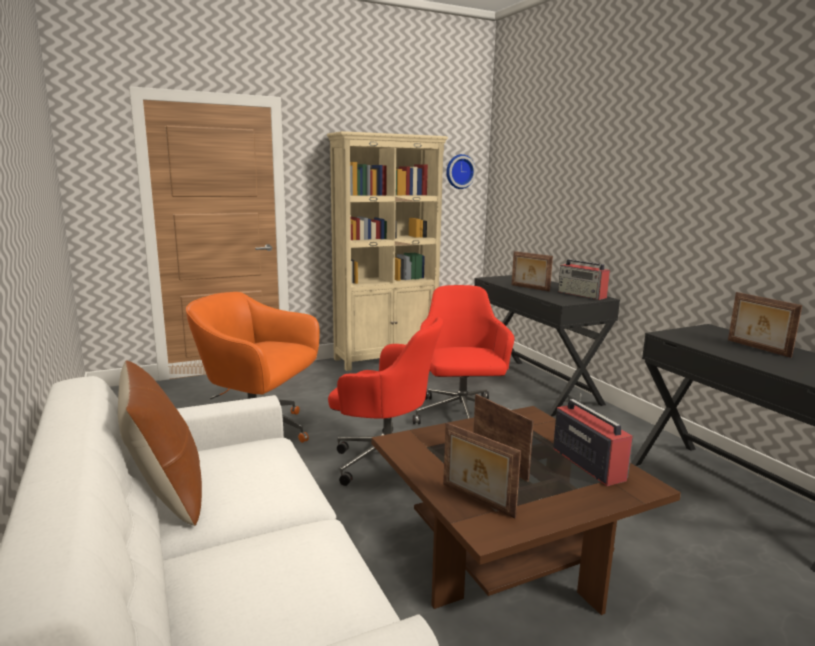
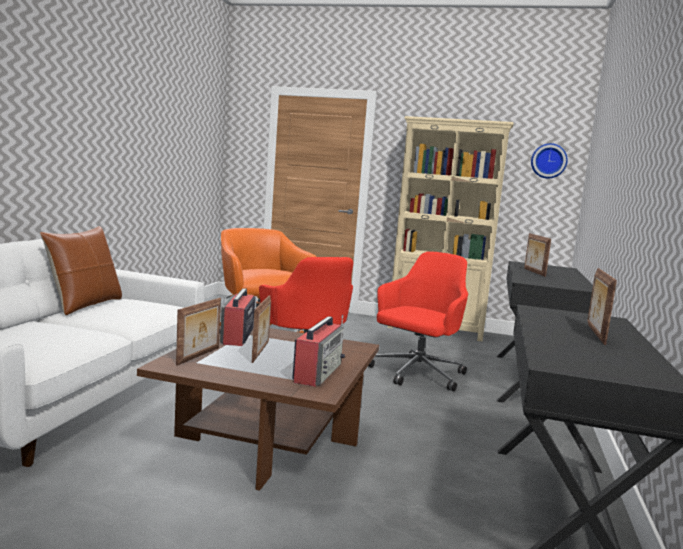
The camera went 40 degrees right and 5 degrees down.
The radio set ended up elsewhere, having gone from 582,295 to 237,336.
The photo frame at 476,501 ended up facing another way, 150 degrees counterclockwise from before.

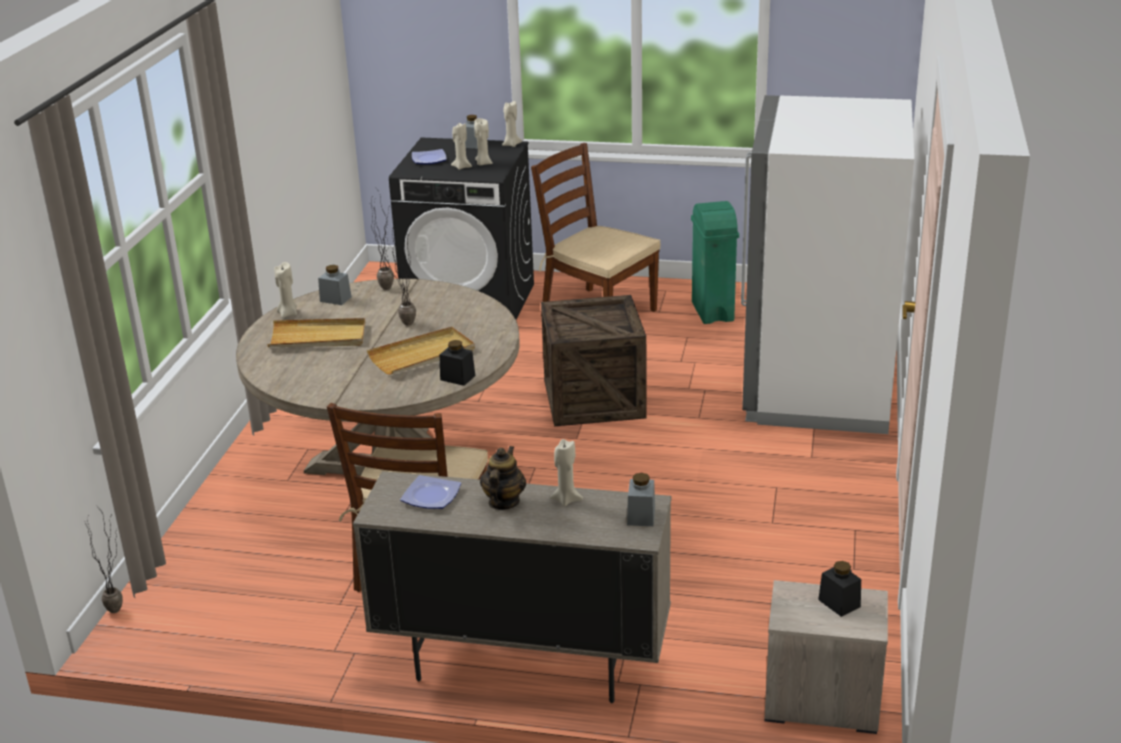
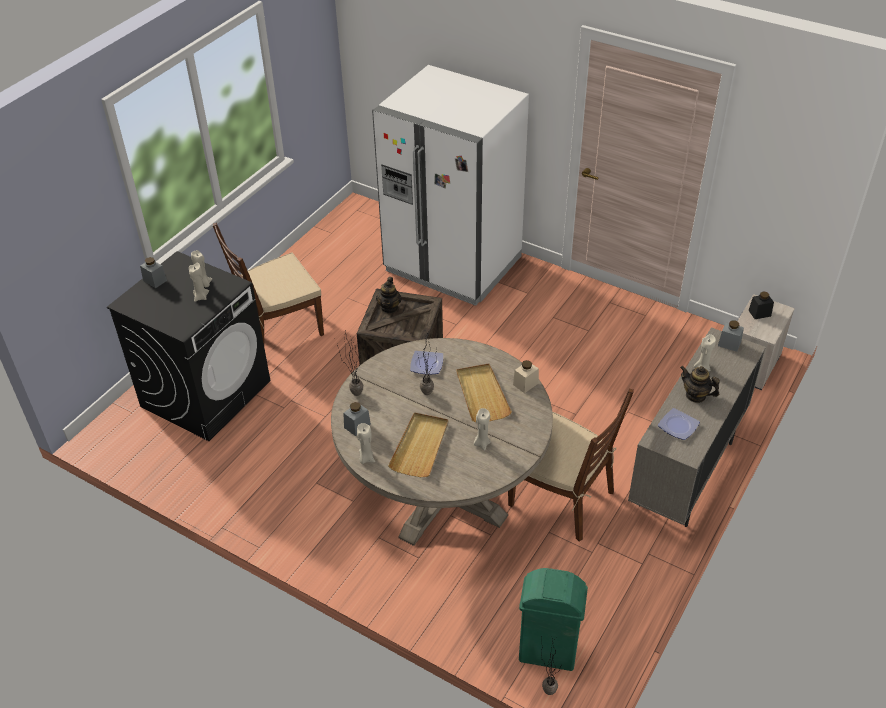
The camera went 70 degrees left and 15 degrees up.
The sand-coloured wax light ended up elsewhere, having gone from 511,144 to 481,443.
The plate ended up elsewhere, having gone from 428,159 to 426,365.
The green rubbish bin ended up elsewhere, having gone from 712,312 to 548,652.
What was the black preserve jar at 457,378 turned into the sand-coloured preserve jar at 525,384.
The second view gained the pot for tea at 389,307.

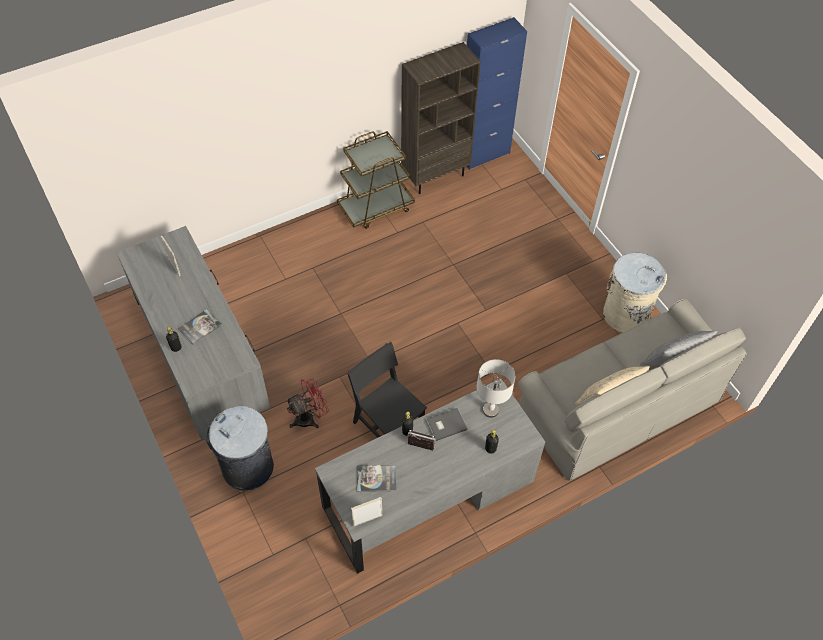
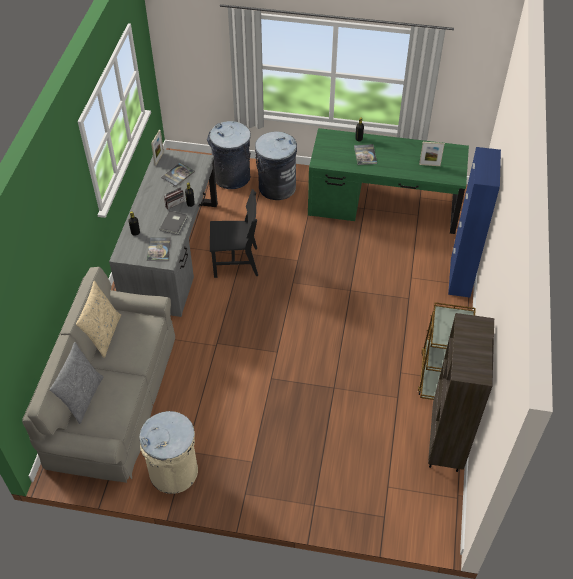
The camera went 130 degrees right and 5 degrees down.
The blue-coloured cupboard ended up elsewhere, having gone from 484,154 to 460,277.
What was the greyish desk unit at 200,353 turned into the green desk unit at 383,205.
Where the greyish lamp for a table stood at 490,410, the volume came to stand at 159,249.
The second view lost the reddish electric fan at 309,417.
The second view gained the greyish rubbish bin at 232,177.

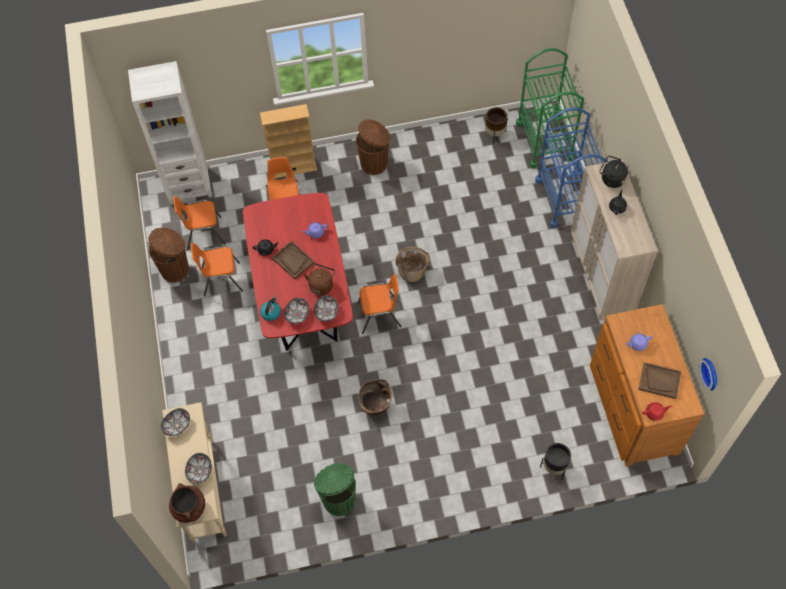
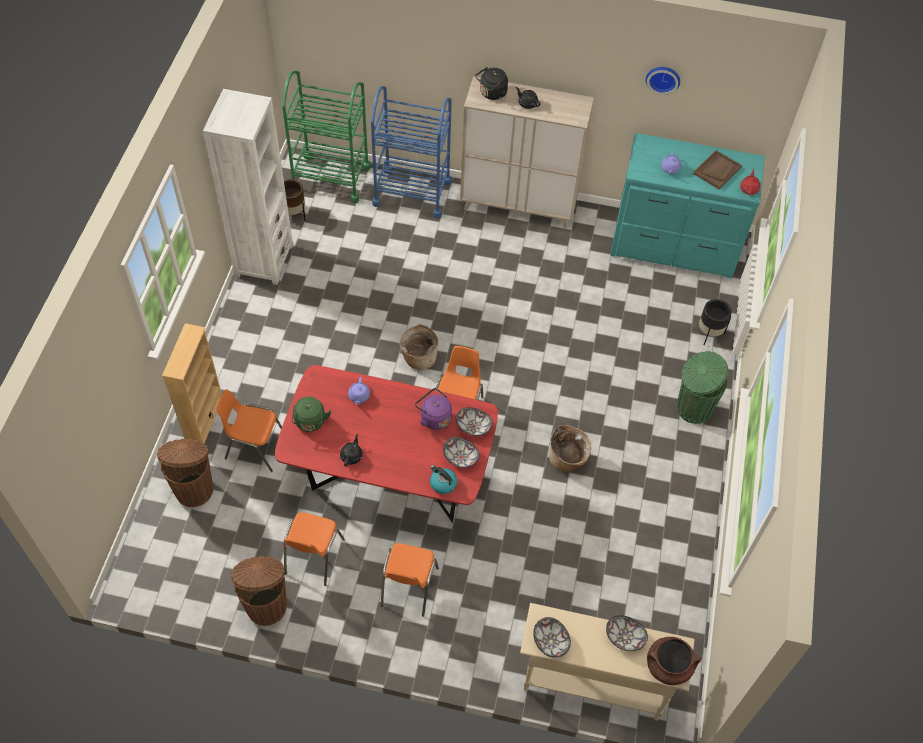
The camera went 70 degrees left and 5 degrees down.
The white-coloured bookcase ended up elsewhere, having gone from 188,186 to 264,260.
The brownish rubbish bin ended up elsewhere, having gone from 375,163 to 194,489.
The orange-coloured chair ended up elsewhere, having gone from 204,233 to 408,587.
The second view lost the brownish carrying tray at 293,260.
What was the brownish water kettle at 321,285 turned into the purple-coloured water kettle at 434,417.
What was the brownish dresser at 632,408 turned into the blue-green dresser at 674,246.
The wall clock ended up elsewhere, having gone from 711,373 to 663,78.
The green rubbish bin ended up elsewhere, having gone from 338,499 to 692,408.
The second view gained the green water kettle at 310,423.

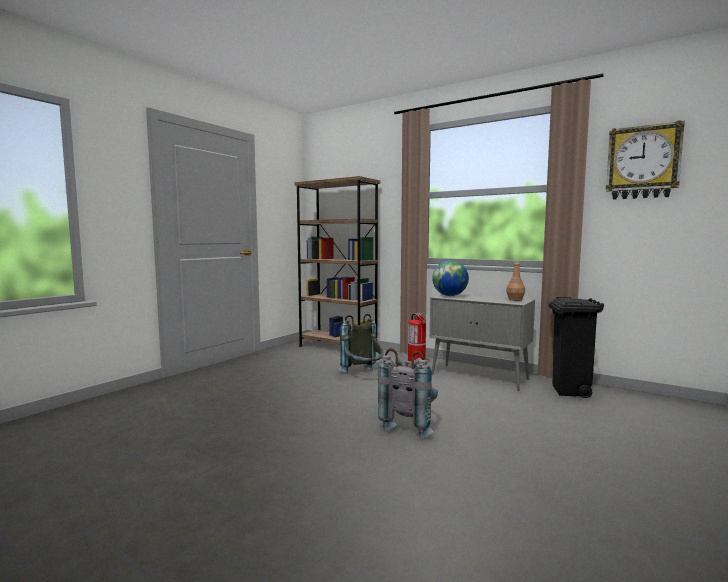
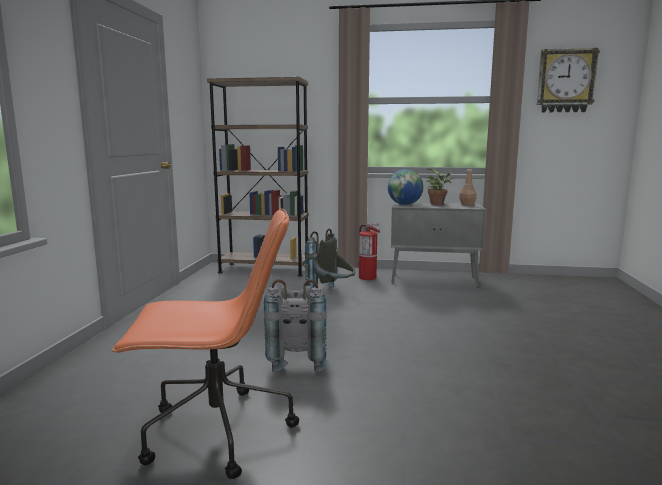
The camera went 25 degrees left and 5 degrees up.
The second view lost the black rubbish bin at 570,391.
The greyish knapsack ended up elsewhere, having gone from 410,425 to 297,360.
The second view gained the houseplant at 438,204.
The second view gained the orange-coloured computer chair at 215,432.

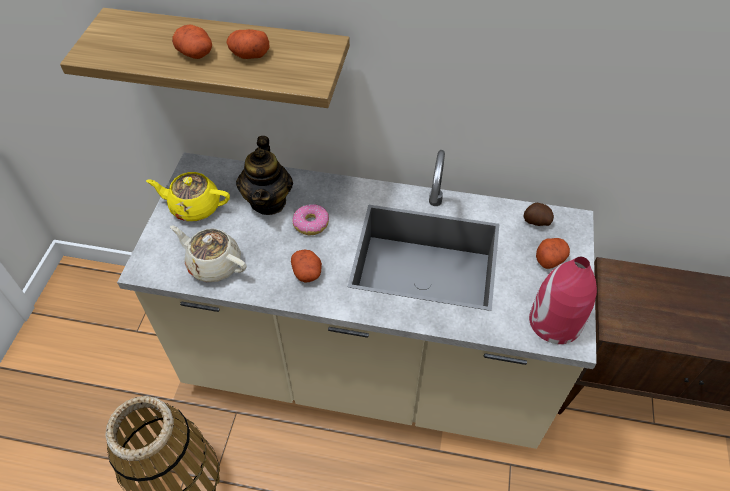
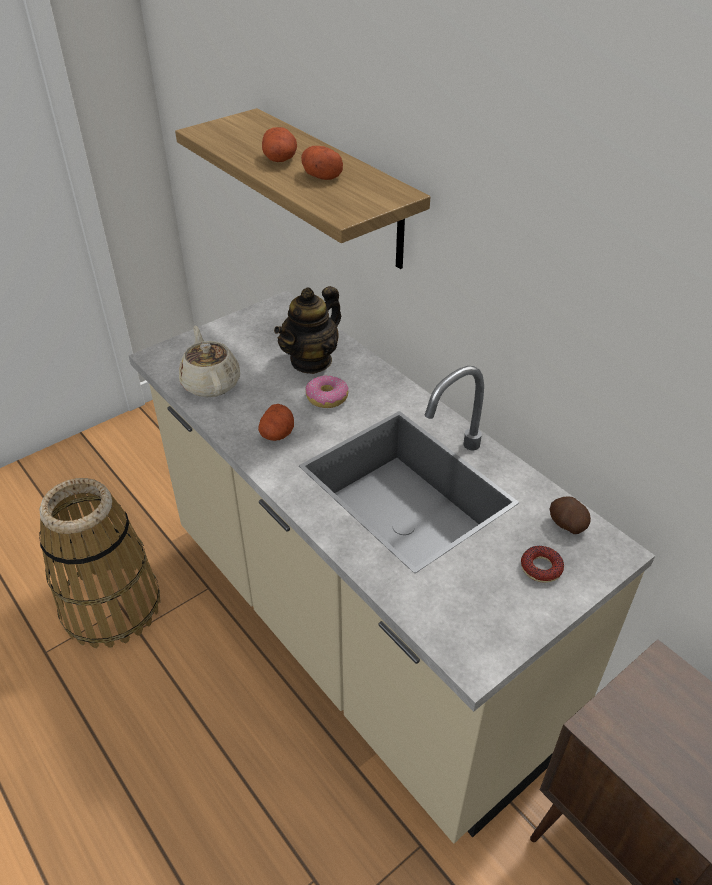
The camera went 40 degrees right and 10 degrees down.
The second view lost the yellow pot for tea at 194,207.
Where the potato stood at 550,258, the donut came to stand at 541,568.
The second view lost the reddish vase at 555,322.

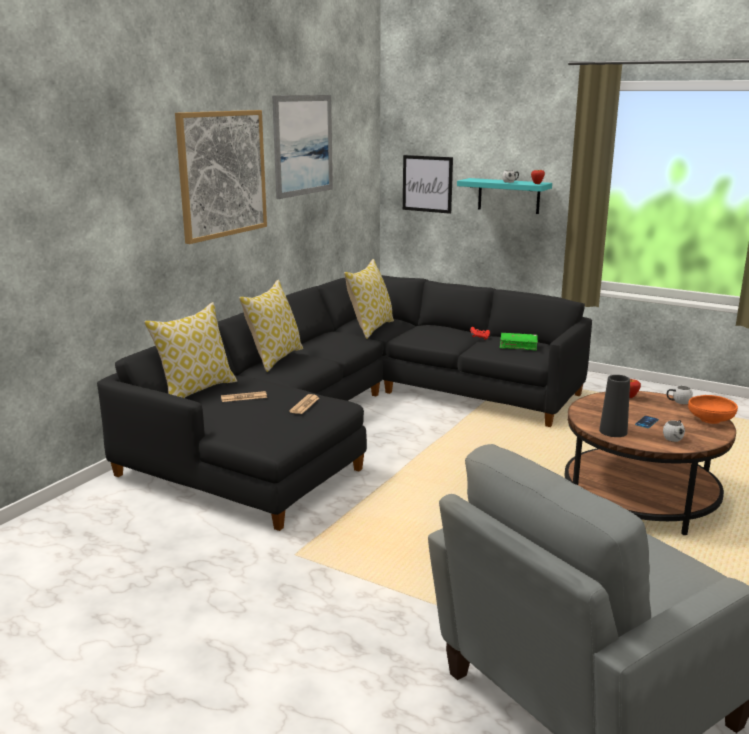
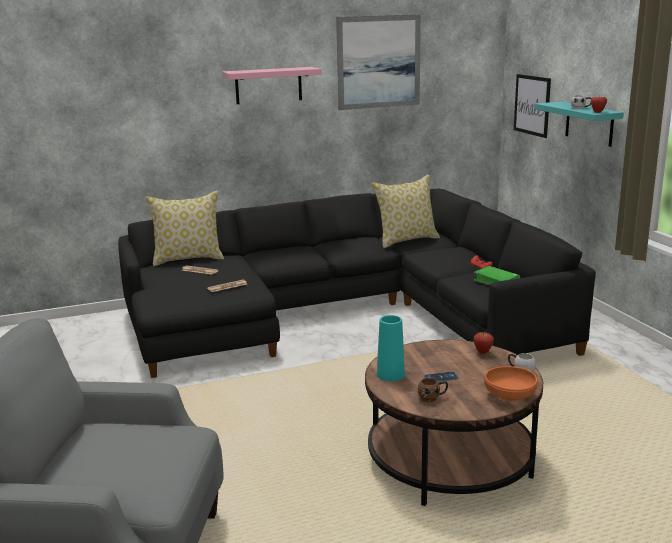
The camera went 40 degrees right and 0 degrees up.
Where the wall art hung at 222,174, the pink-coloured bracket shelf came to hang at 268,85.
The second view lost the throw pillow at 274,358.
What was the black vase at 613,431 turned into the blue-green vase at 390,374.
What was the white-coloured tea mug at 674,437 turned into the brownish tea mug at 432,397.

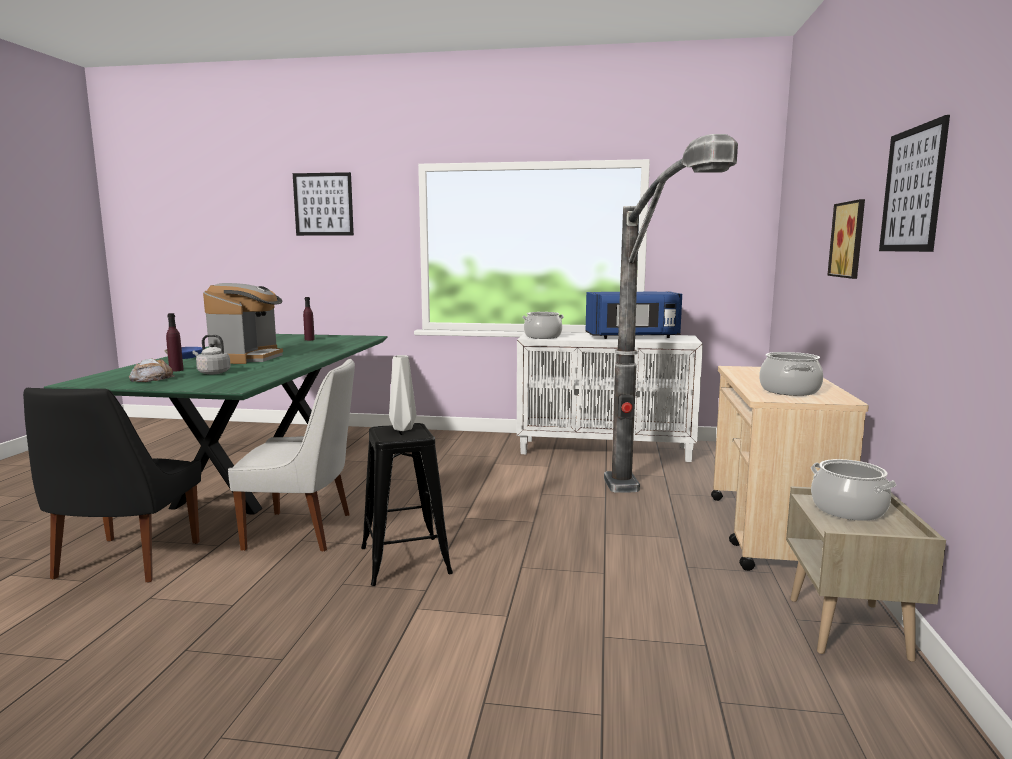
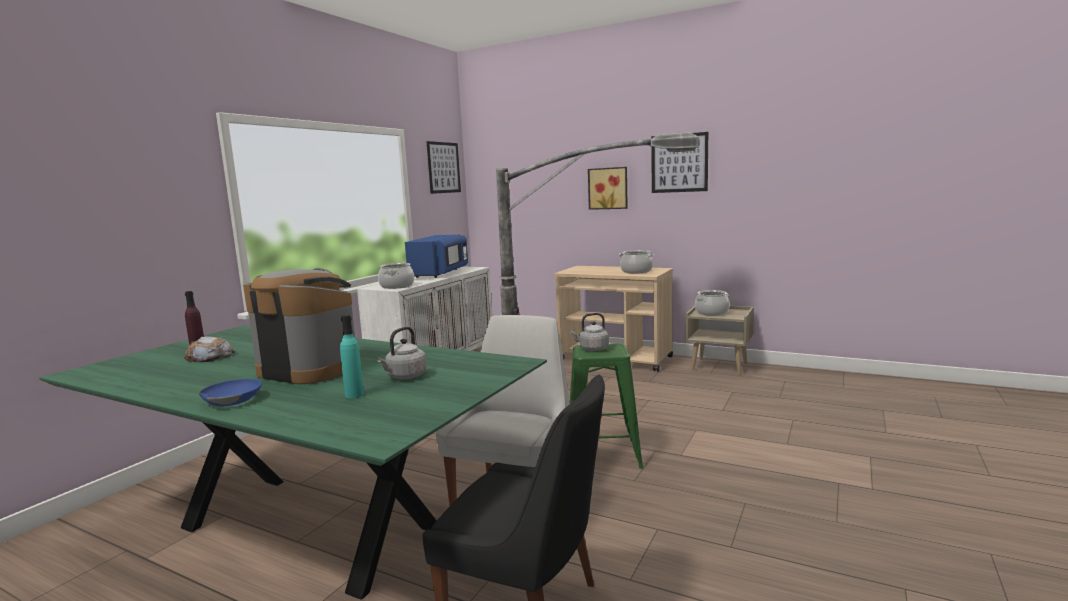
The camera went 70 degrees left and 0 degrees up.
The wall art ended up elsewhere, having gone from 323,204 to 443,167.
What was the purple-coloured beverage bottle at 176,370 turned into the blue-green beverage bottle at 354,394.
Where the greyish vase stood at 404,428, the greyish water kettle came to stand at 592,349.
The bread ended up elsewhere, having gone from 151,378 to 209,356.
What was the black stool seat at 405,560 turned into the green stool seat at 603,455.

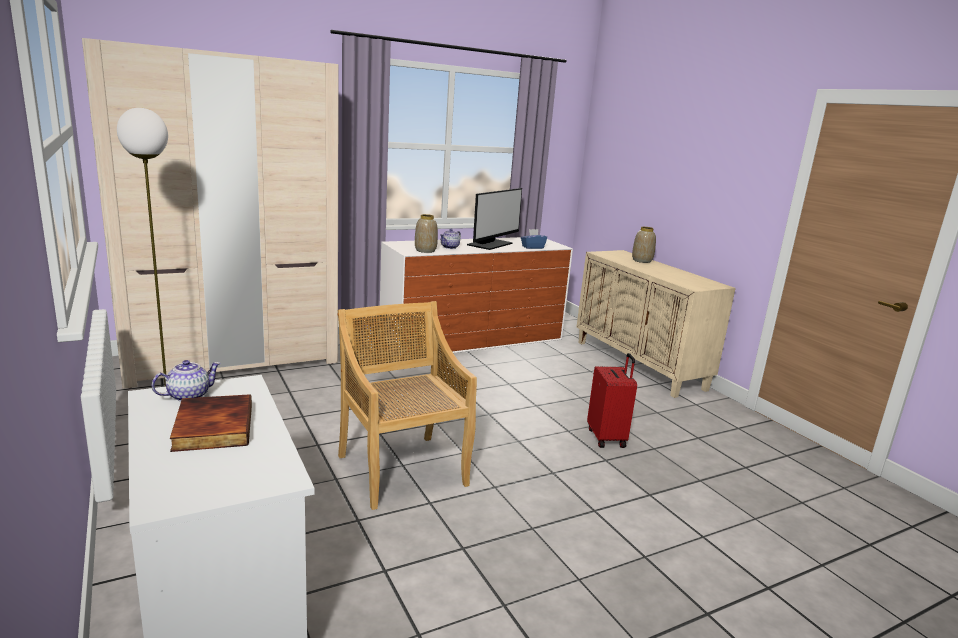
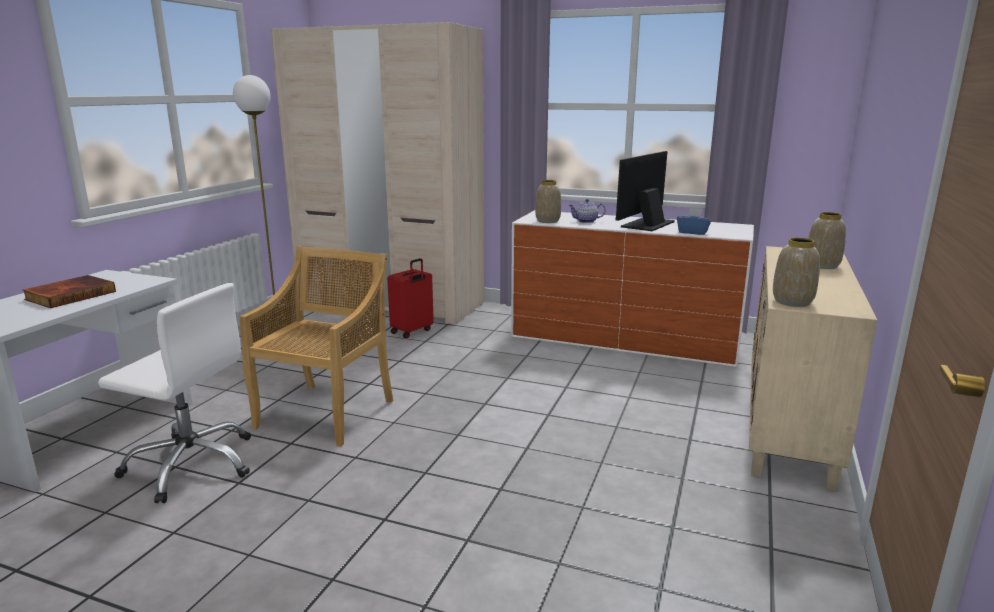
The camera went 50 degrees right and 0 degrees up.
The computer screen at 491,244 ended up facing another way, 135 degrees clockwise from before.
The reddish travel case ended up elsewhere, having gone from 607,438 to 412,331.
The second view lost the pot for tea at 188,396.
The second view gained the vase at 791,302.
The second view gained the white-coloured computer chair at 192,464.

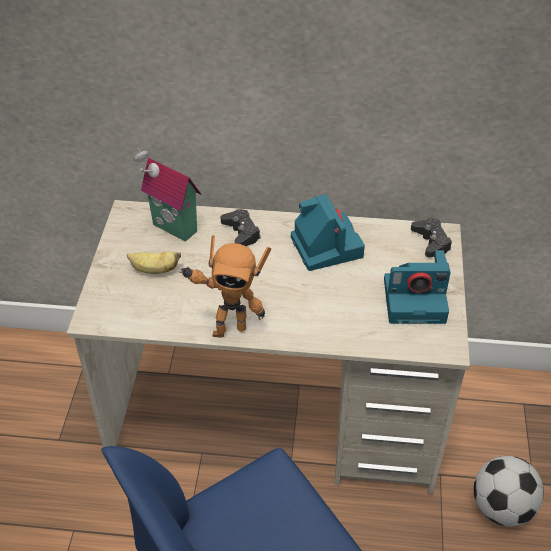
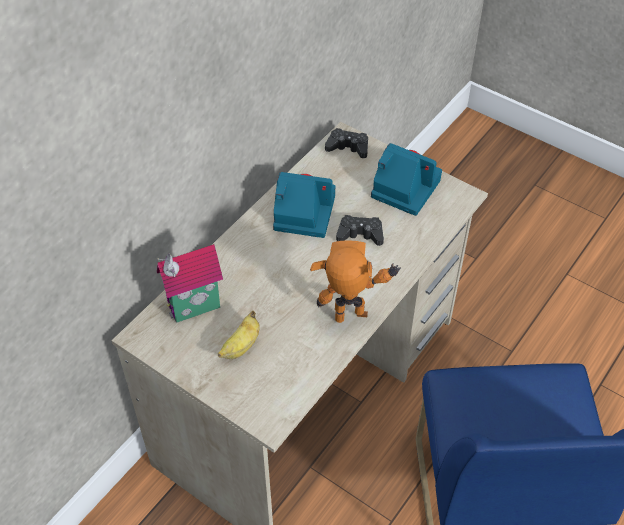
The camera went 60 degrees left and 5 degrees up.
The black joypad ended up elsewhere, having gone from 241,232 to 360,234.
The robot figure at 228,328 ended up facing another way, 120 degrees counterclockwise from before.
The photo camera at 416,299 ended up facing another way, 90 degrees counterclockwise from before.
The second view lost the football ball at 501,507.

